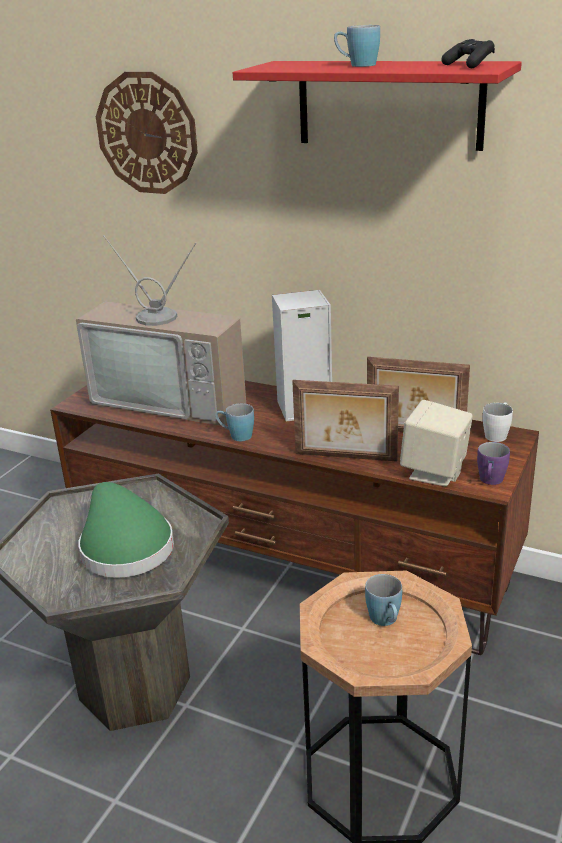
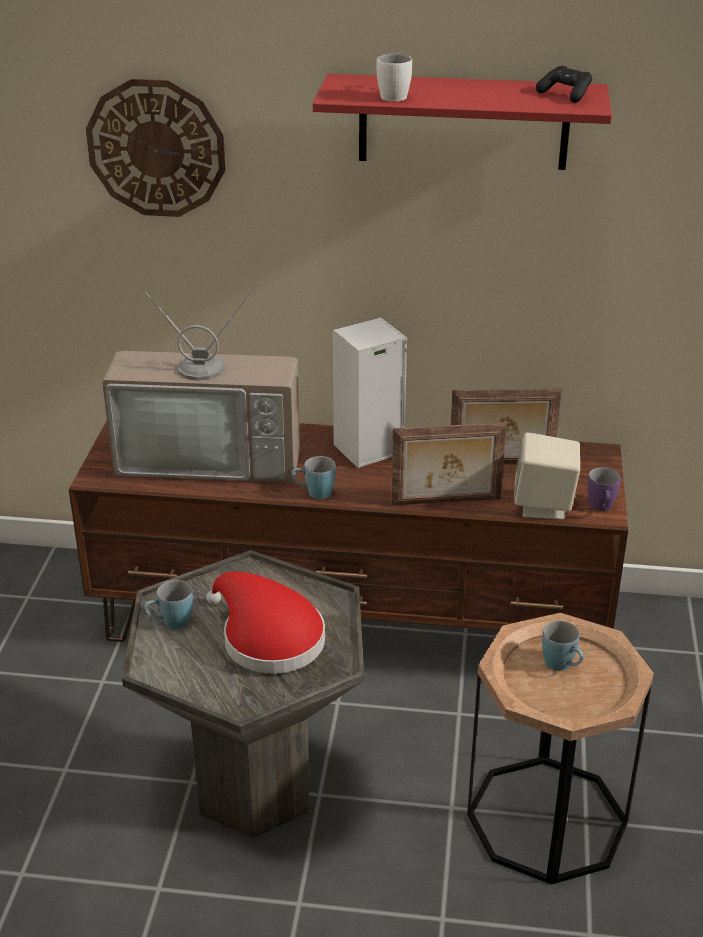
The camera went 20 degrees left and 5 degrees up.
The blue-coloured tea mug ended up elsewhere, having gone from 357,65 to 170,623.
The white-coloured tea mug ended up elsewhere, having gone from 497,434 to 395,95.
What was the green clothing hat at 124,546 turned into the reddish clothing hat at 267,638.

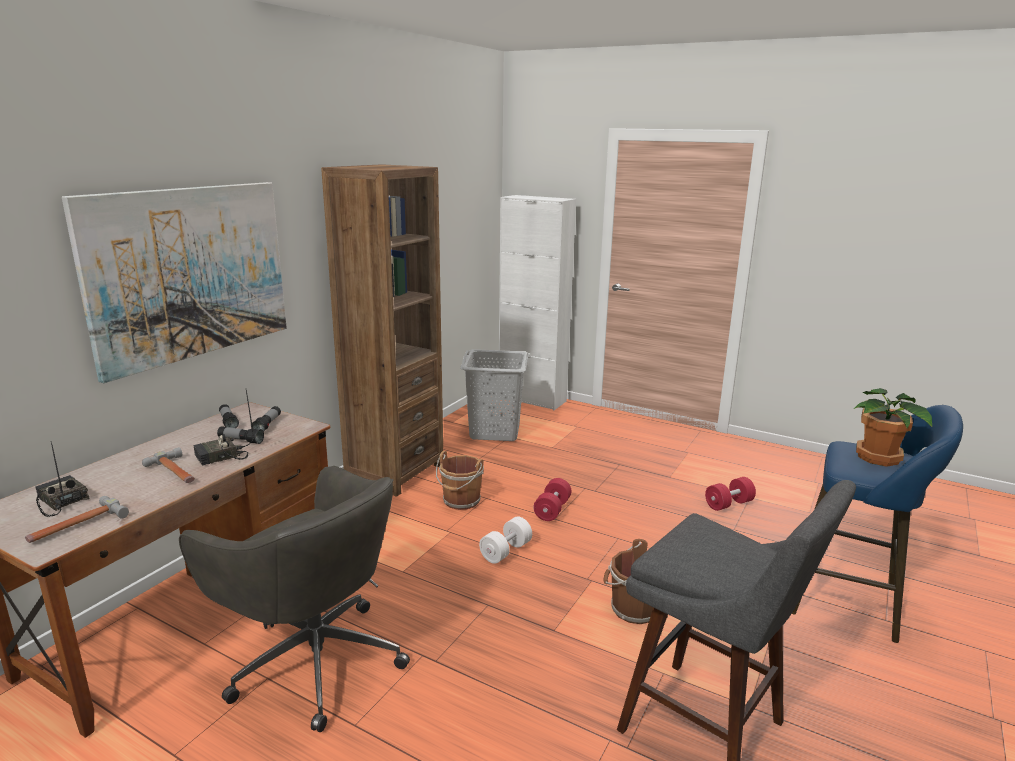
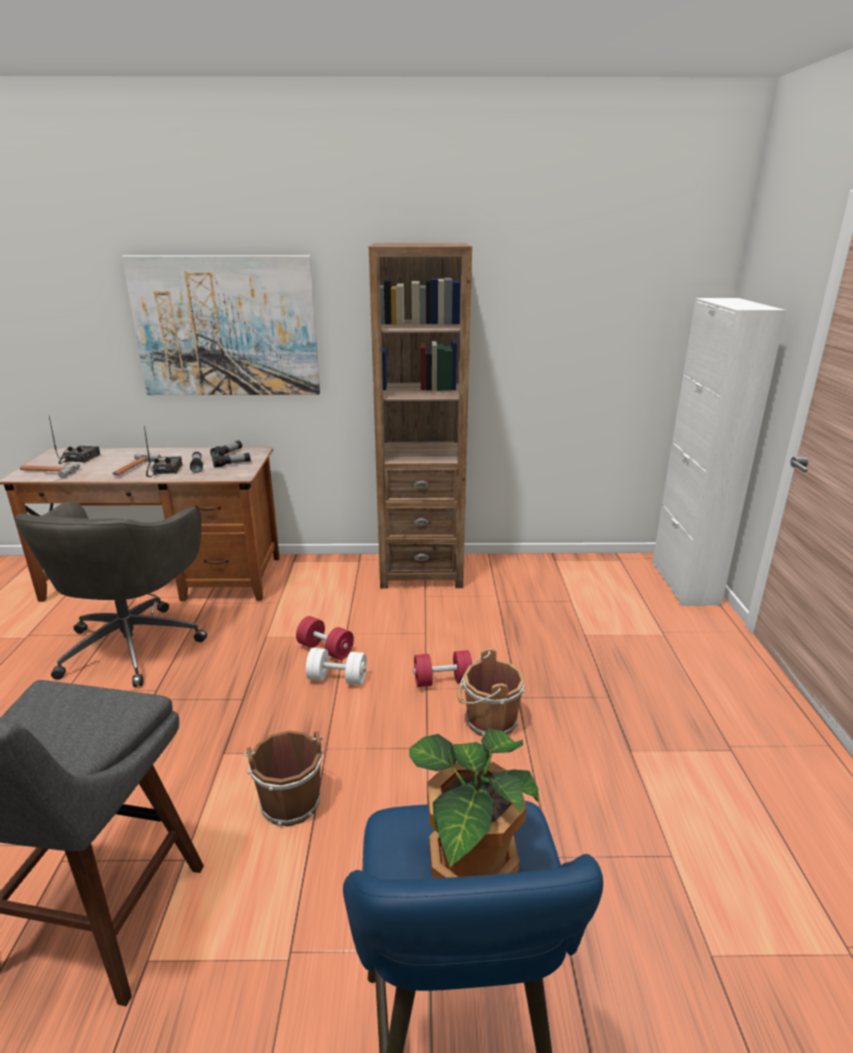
The camera went 60 degrees right and 5 degrees up.
The second view lost the greyish washing basket at 494,431.
The radio set at 220,457 ended up facing another way, 60 degrees clockwise from before.
The brownish bucket ended up elsewhere, having gone from 461,501 to 488,722.
The reddish free weight ended up elsewhere, having gone from 728,504 to 325,649.

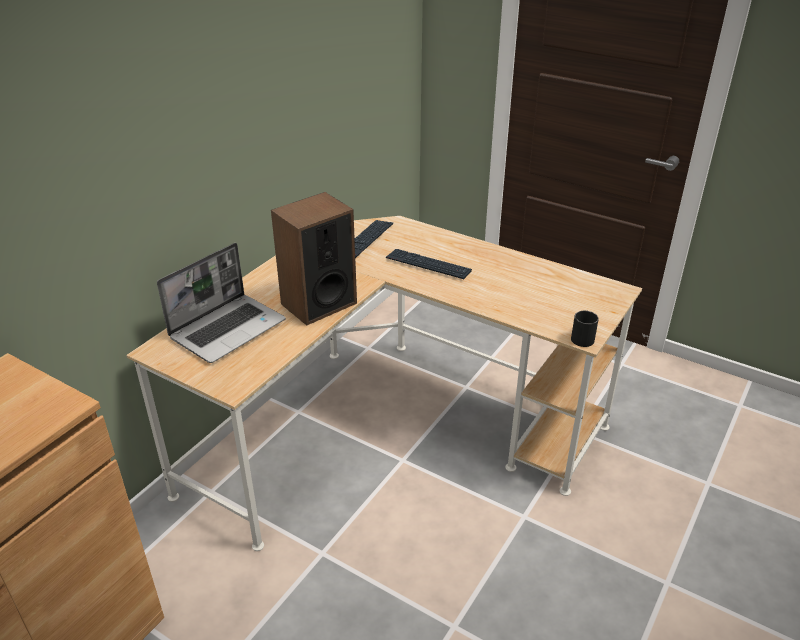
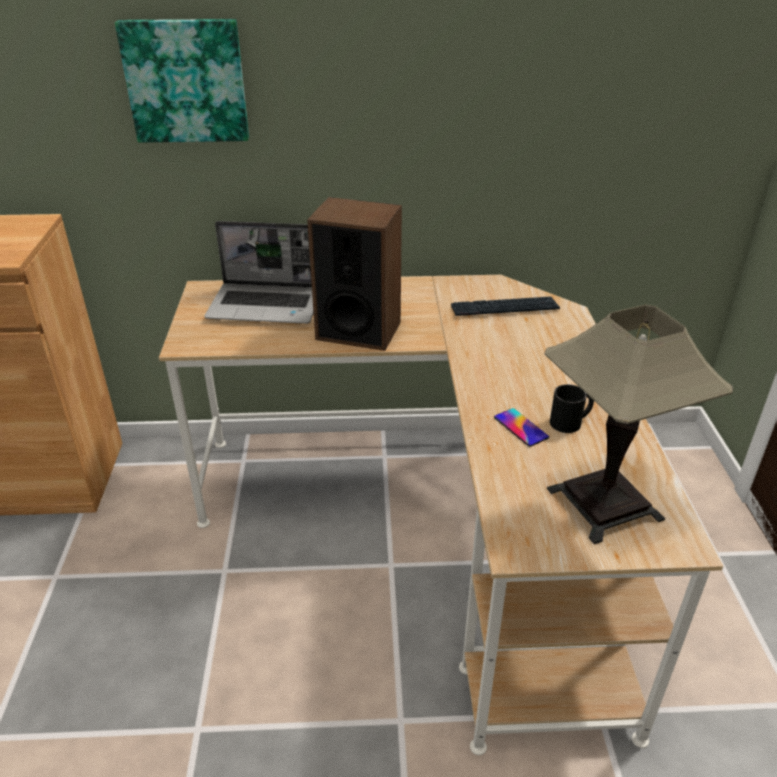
The camera went 55 degrees right and 0 degrees up.
The second view lost the keyboard at 428,265.
The black tea mug ended up elsewhere, having gone from 583,336 to 571,421.
The second view gained the wall art at 186,81.
The second view gained the lamp for a table at 605,504.
The second view gained the handset at 521,427.

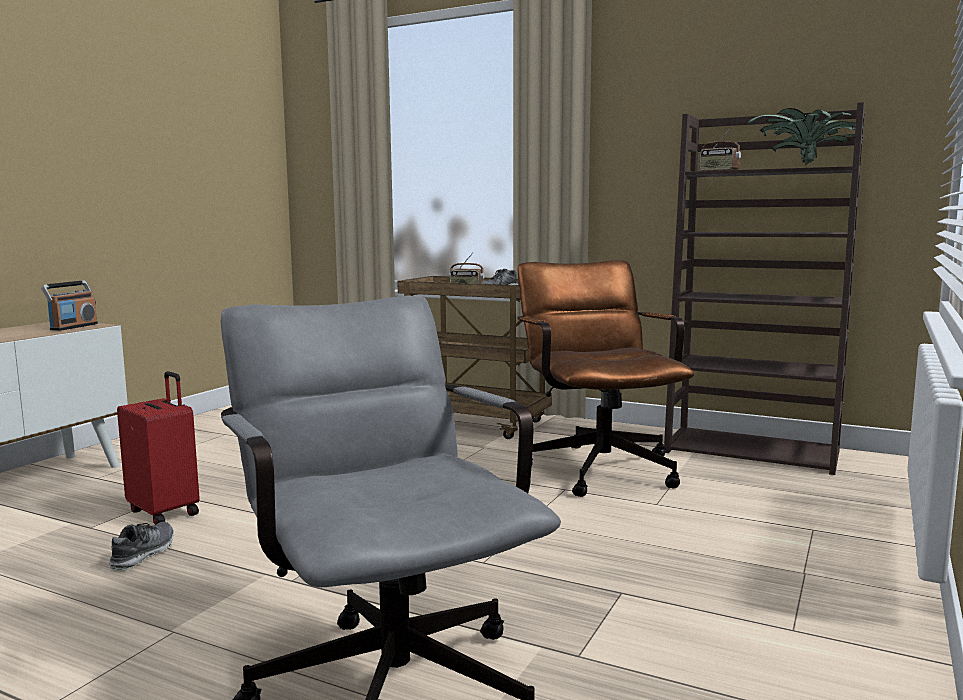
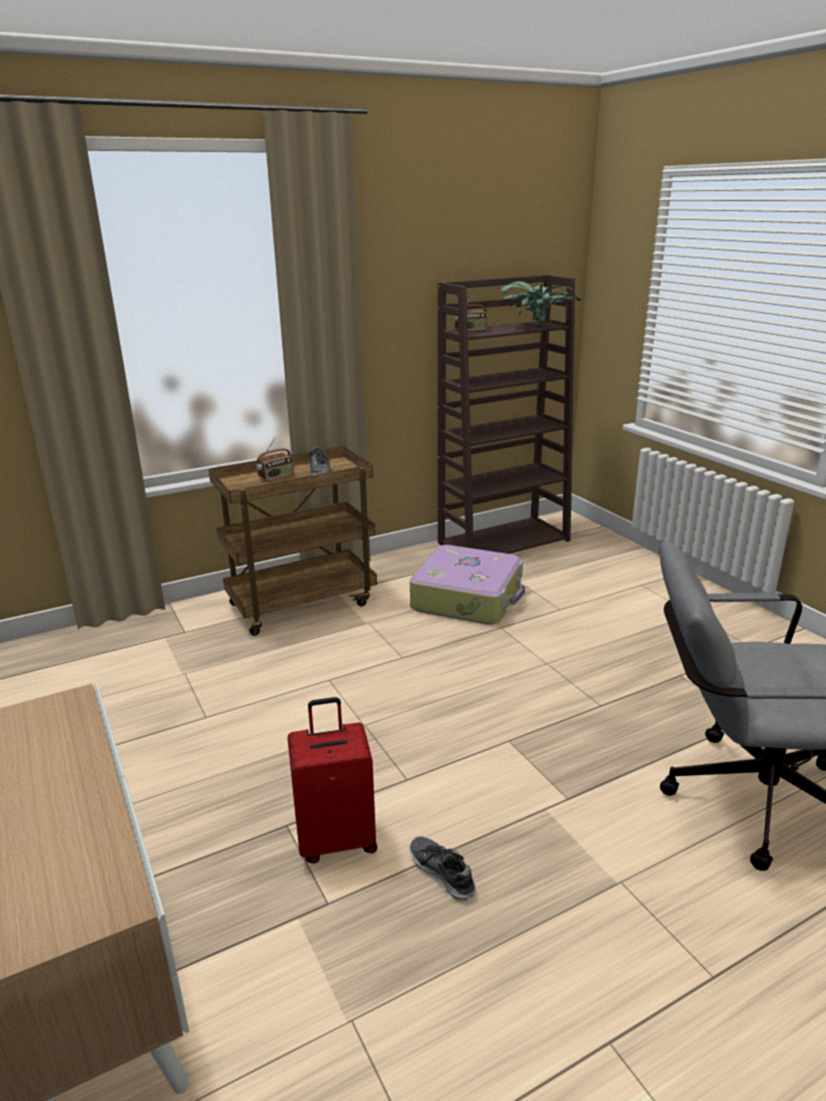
The camera went 55 degrees left and 15 degrees up.
Where the brownish computer chair stood at 597,466, the travel case came to stand at 468,598.
The second view lost the radio set at 73,327.

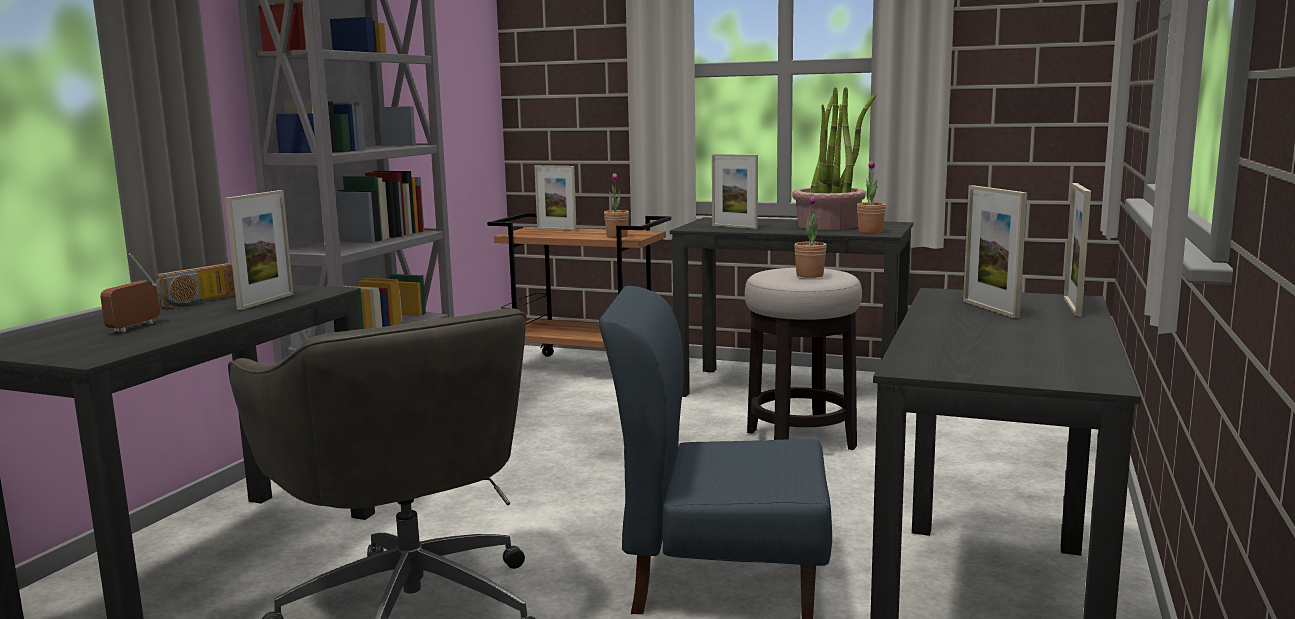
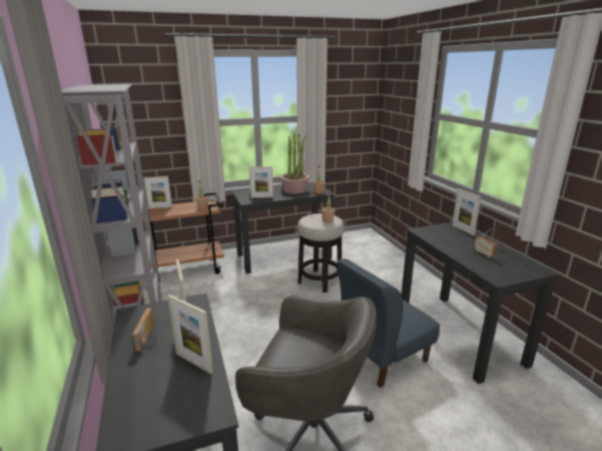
The camera went 40 degrees left and 10 degrees up.
The photo frame ended up elsewhere, having gone from 990,309 to 194,362.
The radio set ended up elsewhere, having gone from 135,327 to 483,254.

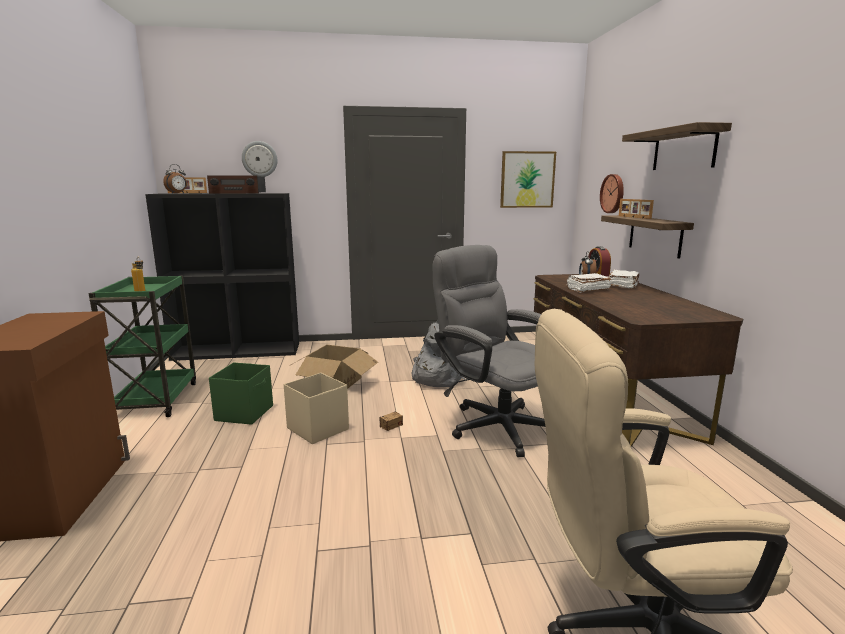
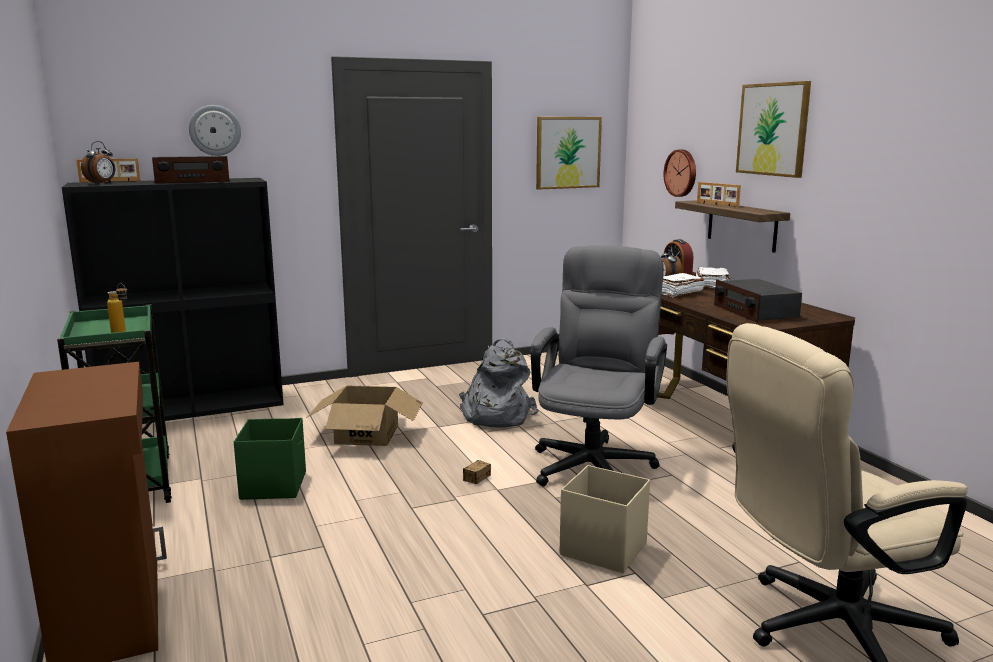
The camera went 15 degrees left and 0 degrees up.
Where the bracket shelf hung at 684,149, the wall art came to hang at 773,129.
The greyish computer chair at 494,423 ended up facing another way, 75 degrees clockwise from before.
The sand-coloured storage box ended up elsewhere, having gone from 317,428 to 602,549.
The second view gained the radio set at 754,312.

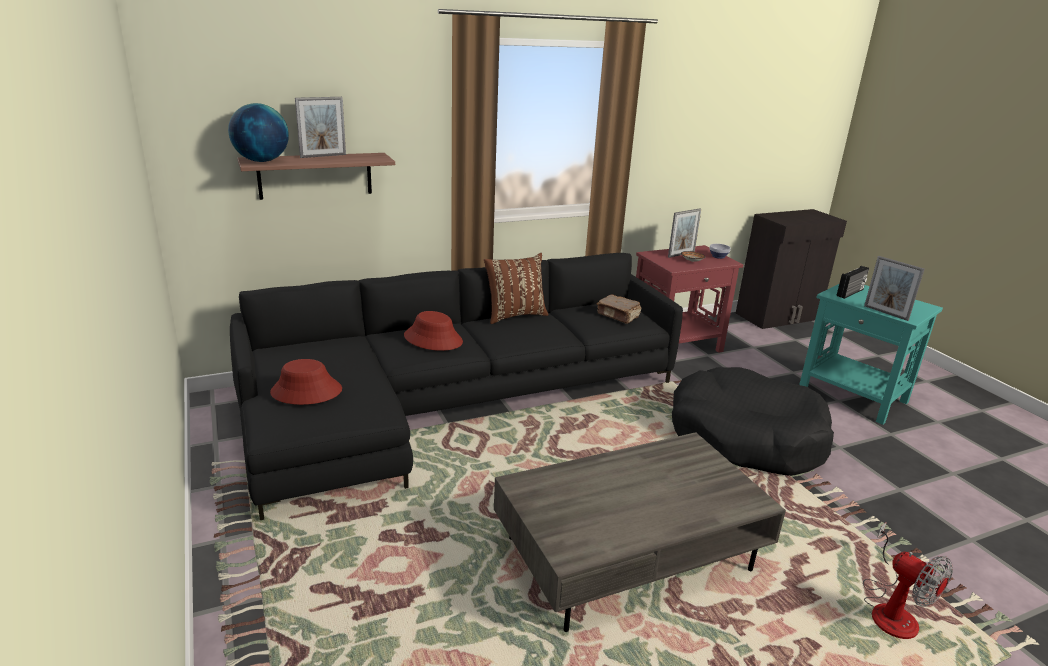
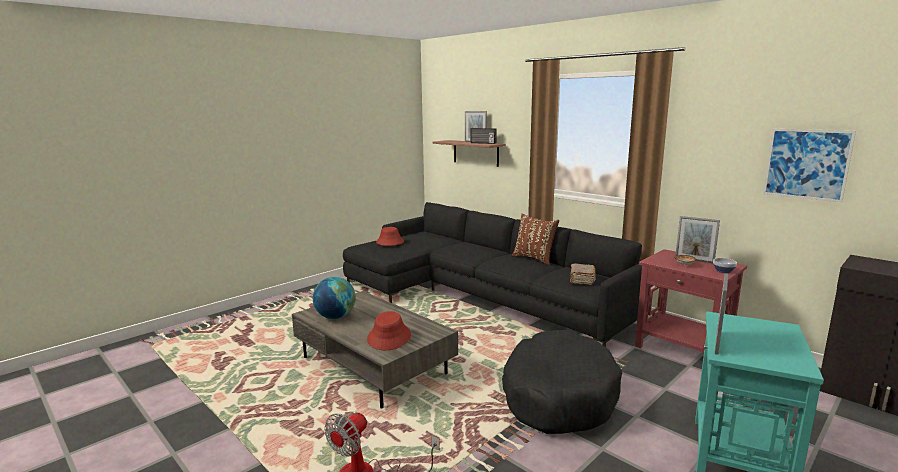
The camera went 70 degrees right and 10 degrees down.
The world globe ended up elsewhere, having gone from 261,161 to 335,317.
The radio set ended up elsewhere, having gone from 850,293 to 483,143.
The reddish clothing hat ended up elsewhere, having gone from 433,339 to 389,337.
The second view gained the wall art at 806,164.

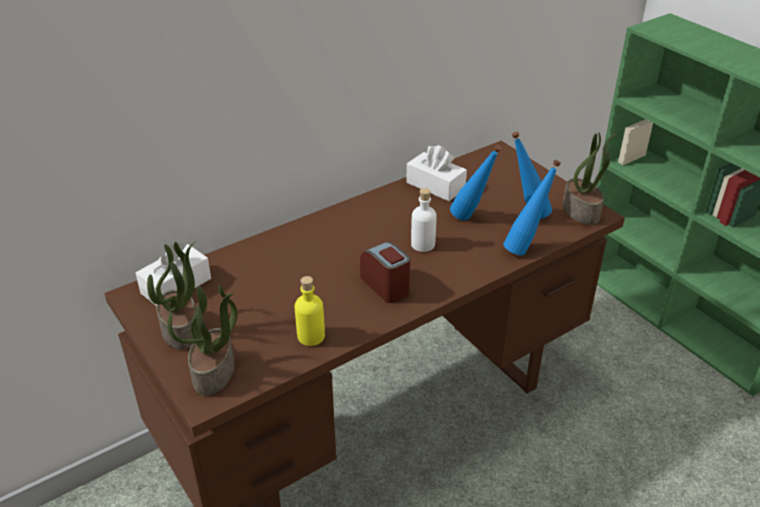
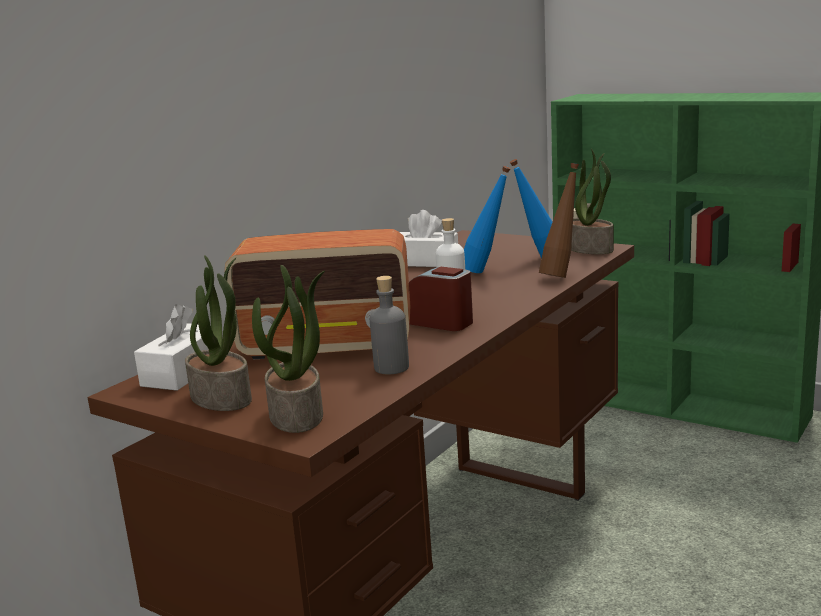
The camera went 20 degrees left and 20 degrees down.
What was the blue-coloured beverage bottle at 526,248 turned into the brownish beverage bottle at 561,276.
What was the yellow beverage bottle at 311,336 turned into the greyish beverage bottle at 391,368.
The second view gained the radio set at 329,345.

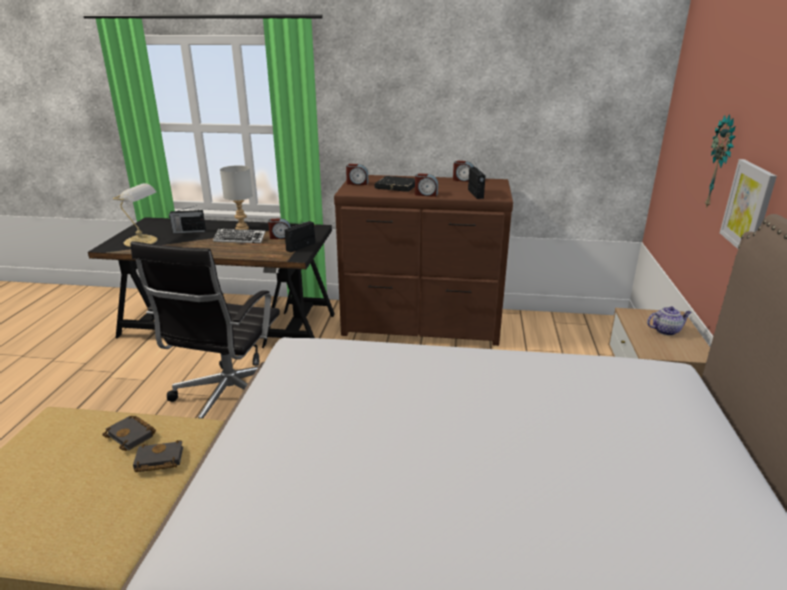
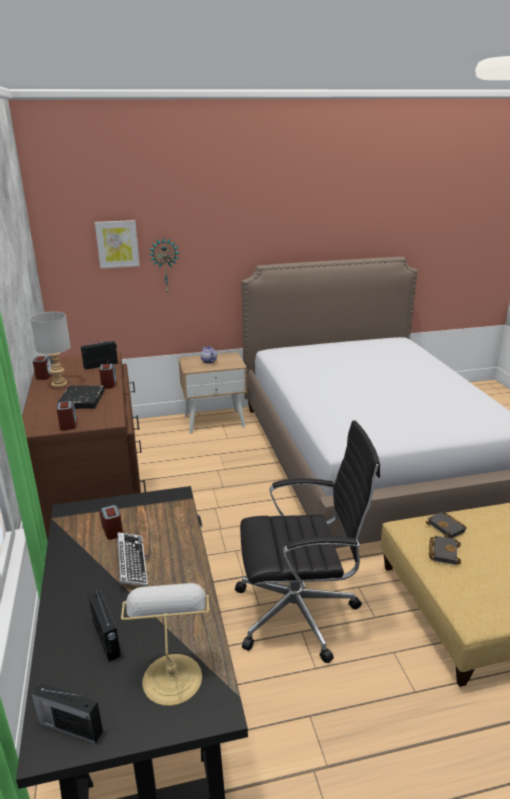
The camera went 110 degrees left and 0 degrees up.
The wall art ended up elsewhere, having gone from 748,207 to 117,244.
The greyish lamp for a table ended up elsewhere, having gone from 242,229 to 60,384.
The radio set ended up elsewhere, having gone from 301,247 to 69,727.

